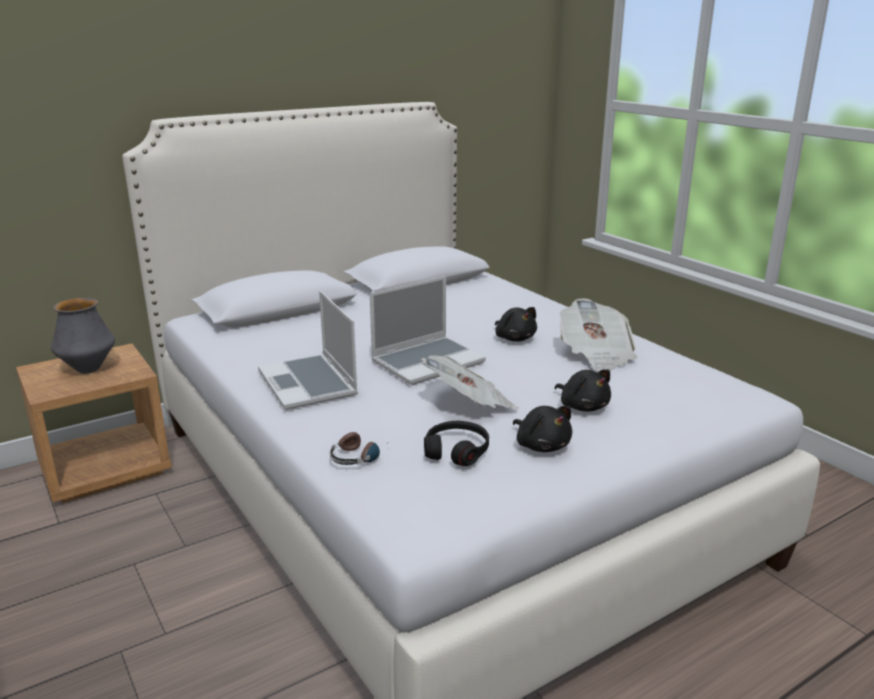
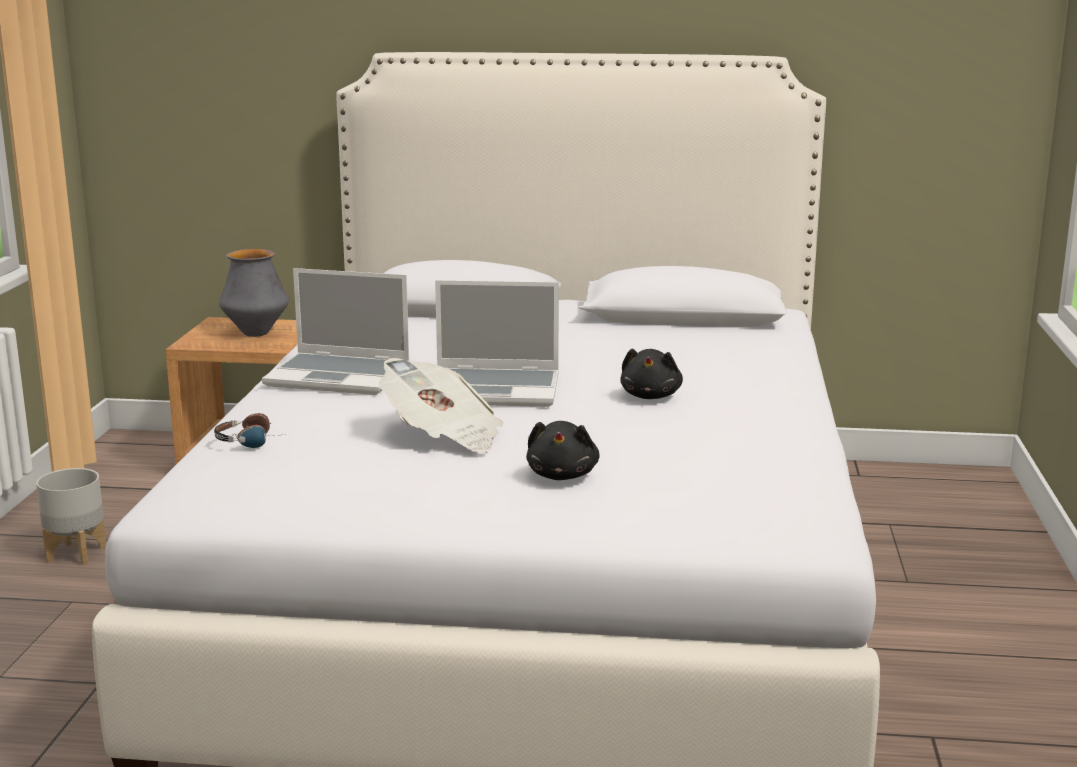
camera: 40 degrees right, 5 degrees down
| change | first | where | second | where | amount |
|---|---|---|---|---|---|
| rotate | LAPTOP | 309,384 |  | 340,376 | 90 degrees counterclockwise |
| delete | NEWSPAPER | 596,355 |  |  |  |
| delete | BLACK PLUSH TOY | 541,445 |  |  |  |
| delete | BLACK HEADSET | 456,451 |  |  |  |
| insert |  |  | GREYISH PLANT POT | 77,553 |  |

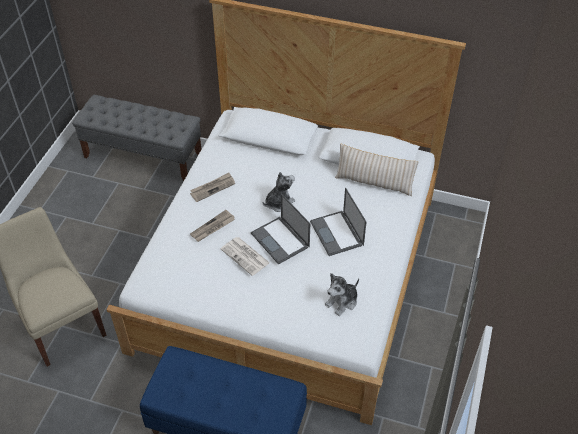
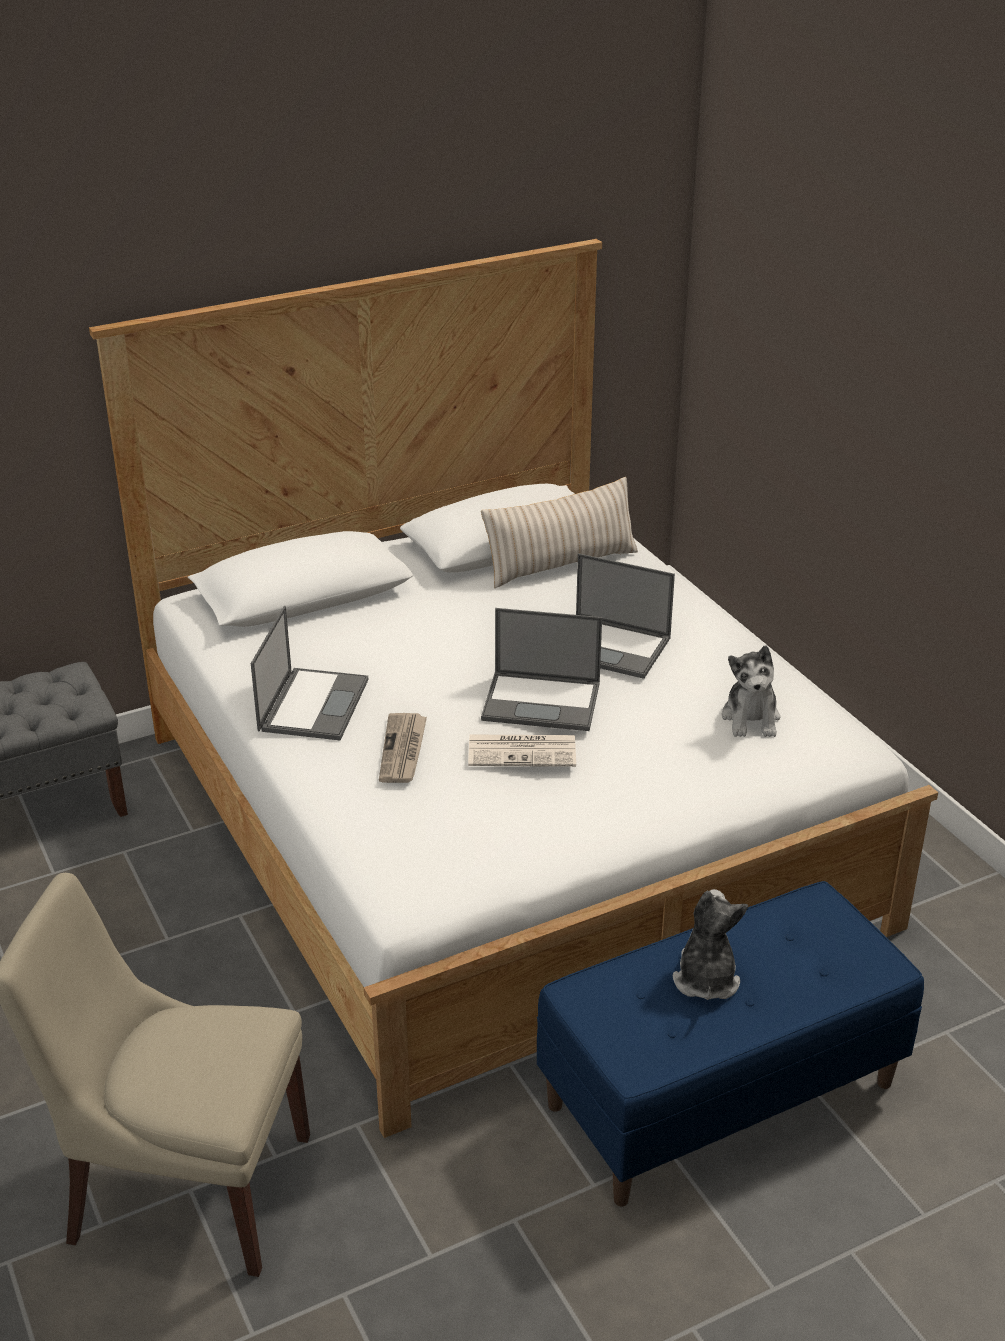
camera: 45 degrees left, 15 degrees down
| change | first | where | second | where | amount |
|---|---|---|---|---|---|
| move | PLUSH TOY | 279,203 |  | 705,979 |  |
| replace | NEWSPAPER | 212,188 | LAPTOP | 313,704 |  |

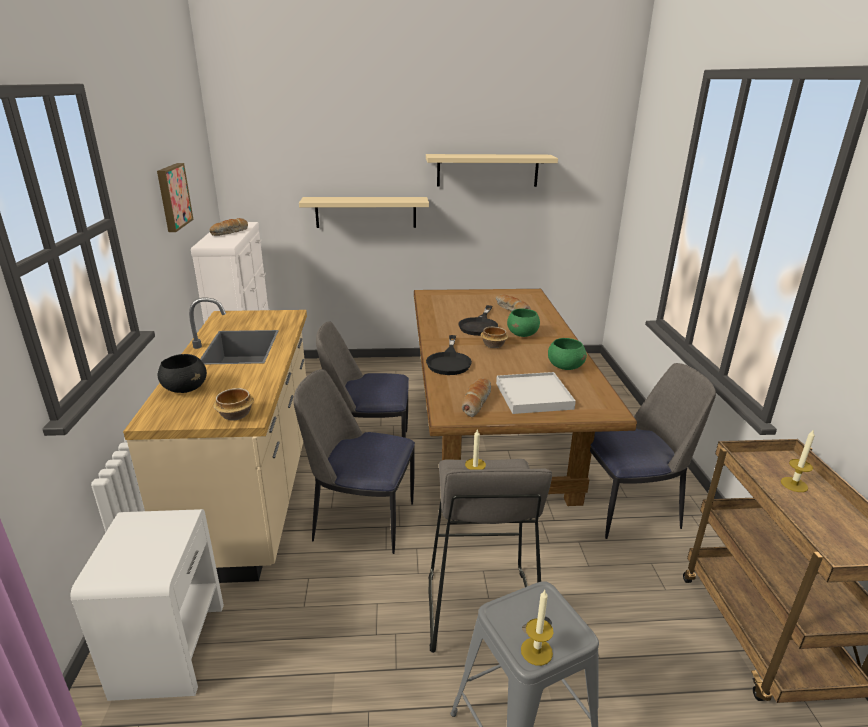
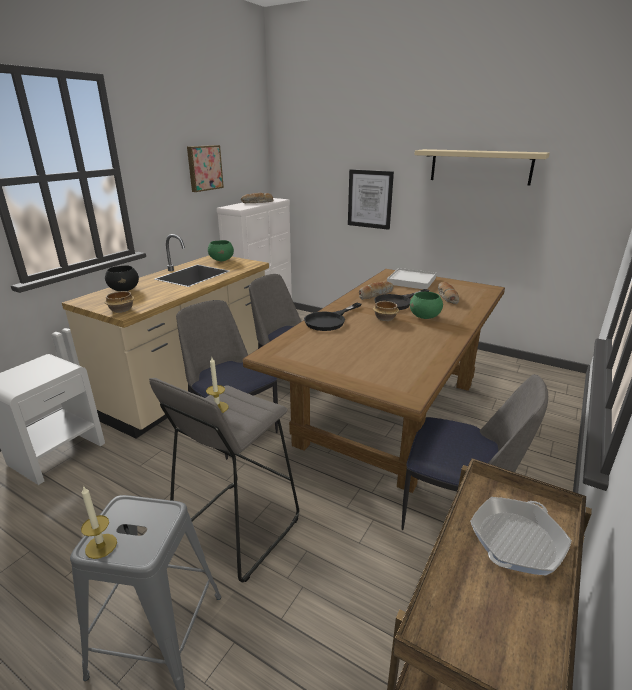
camera: 35 degrees right, 0 degrees up
| change | first | where | second | where | amount |
|---|---|---|---|---|---|
| replace | BEIGE-COLOURED WALL SHELF | 366,212 | WALL PICTURE | 370,199 |  |
| move | GREEN BOWL | 565,367 |  | 222,260 |  |
| move | WHITE-COLOURED TRAY | 534,396 |  | 411,281 |  |
| move | BREAD | 476,402 |  | 375,295 |  |
| replace | CANDLE | 794,484 | SKILLET | 516,541 |  |

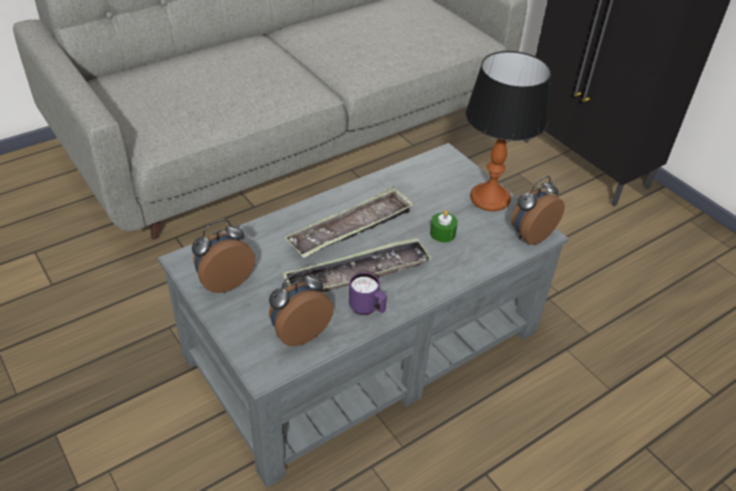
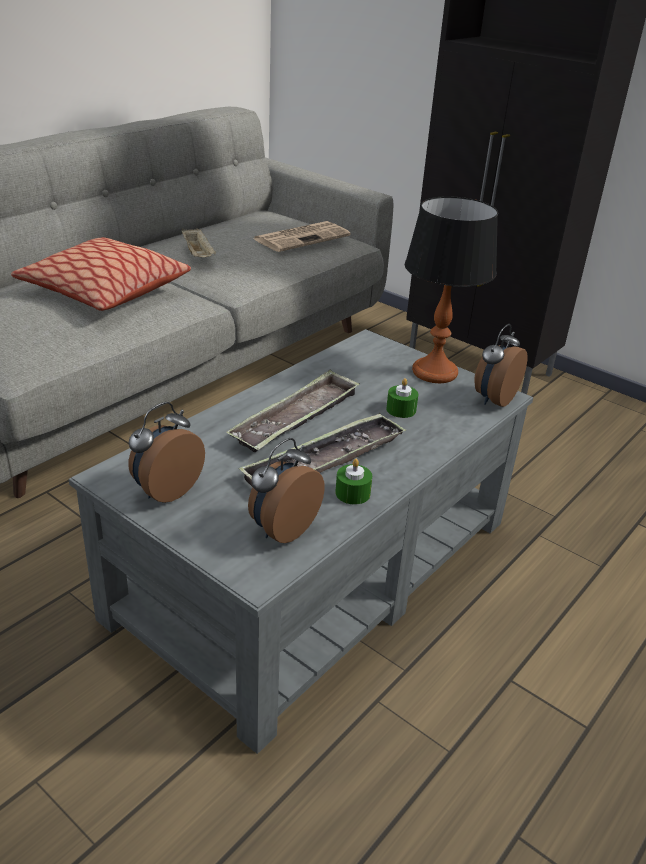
camera: 15 degrees left, 10 degrees down
| change | first | where | second | where | amount |
|---|---|---|---|---|---|
| replace | PURPLISH COFFEE MUG | 367,309 | GREEN CANDLE | 352,493 |  |
| insert |  |  | NEWSPAPER | 302,237 |  |
| insert |  |  | BEIGE-COLOURED TRAY | 198,255 |  |
| insert |  |  | PILLOW | 104,291 |  |

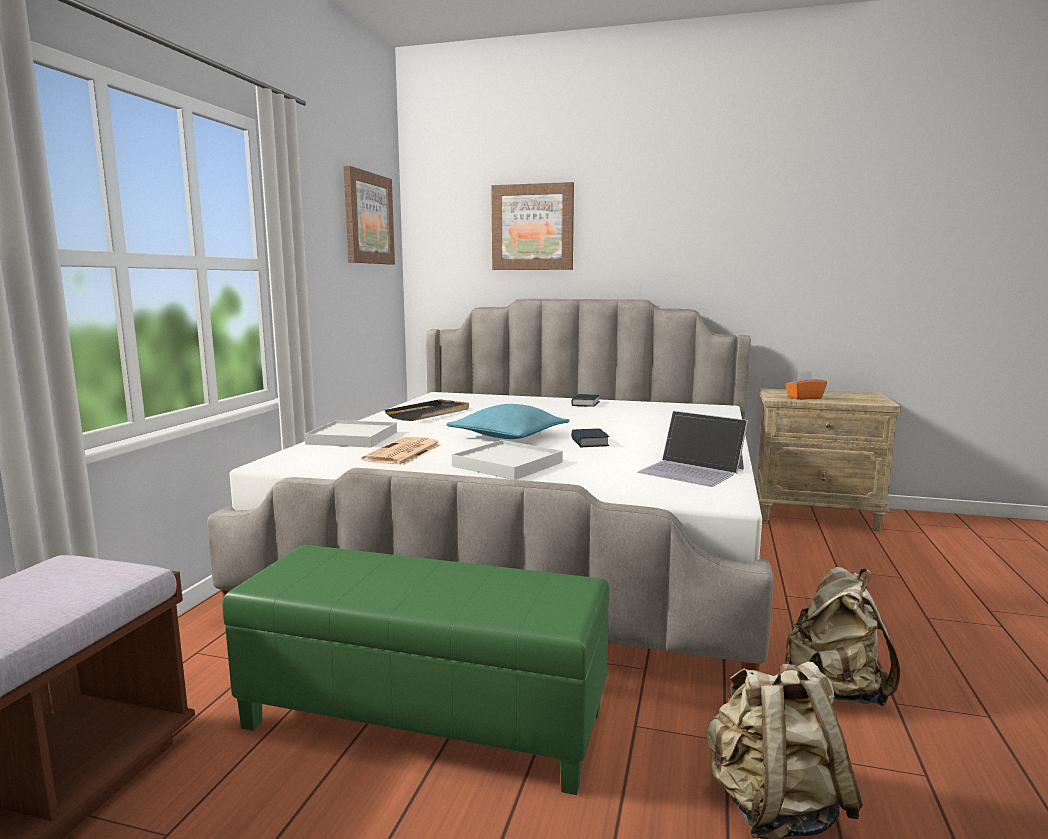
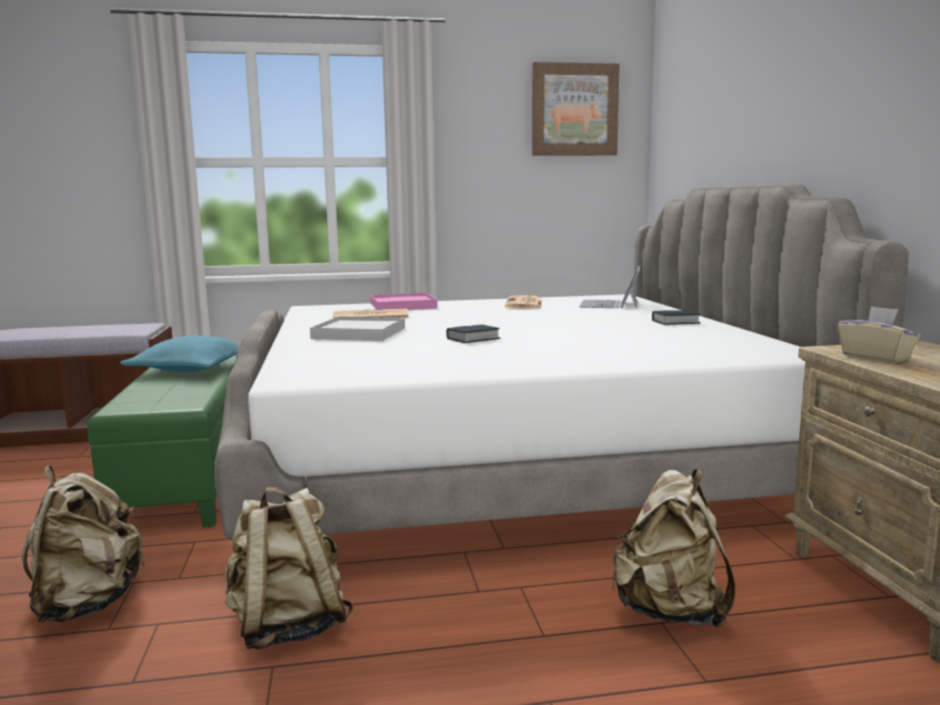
camera: 65 degrees right, 0 degrees up
| change | first | where | second | where | amount |
|---|---|---|---|---|---|
| delete | WALL PICTURE | 532,227 |  |  |  |
| recolor | ORANGE TISSUE HOLDER | 804,398 | BEIGE-COLOURED TISSUE HOLDER | 876,357 |  |
| replace | BLACK TRAY | 429,413 | NEWSPAPER | 524,304 |  |
| move | TURQUOISE PILLOW | 508,436 |  | 191,369 |  |
| move | LAPTOP | 692,470 |  | 610,304 |  |
| recolor | WHITE-COLOURED TRAY | 353,438 | PINK TRAY | 403,306 |  |
| insert |  |  | BEIGE-COLOURED KNAPSACK | 670,611 |  |

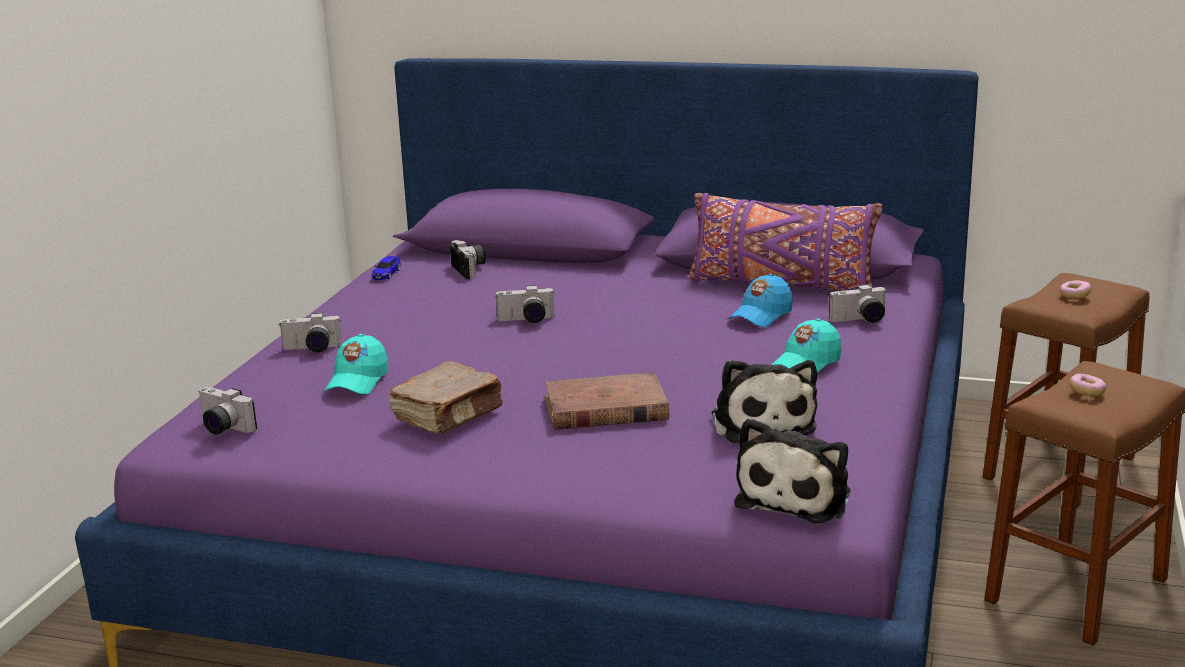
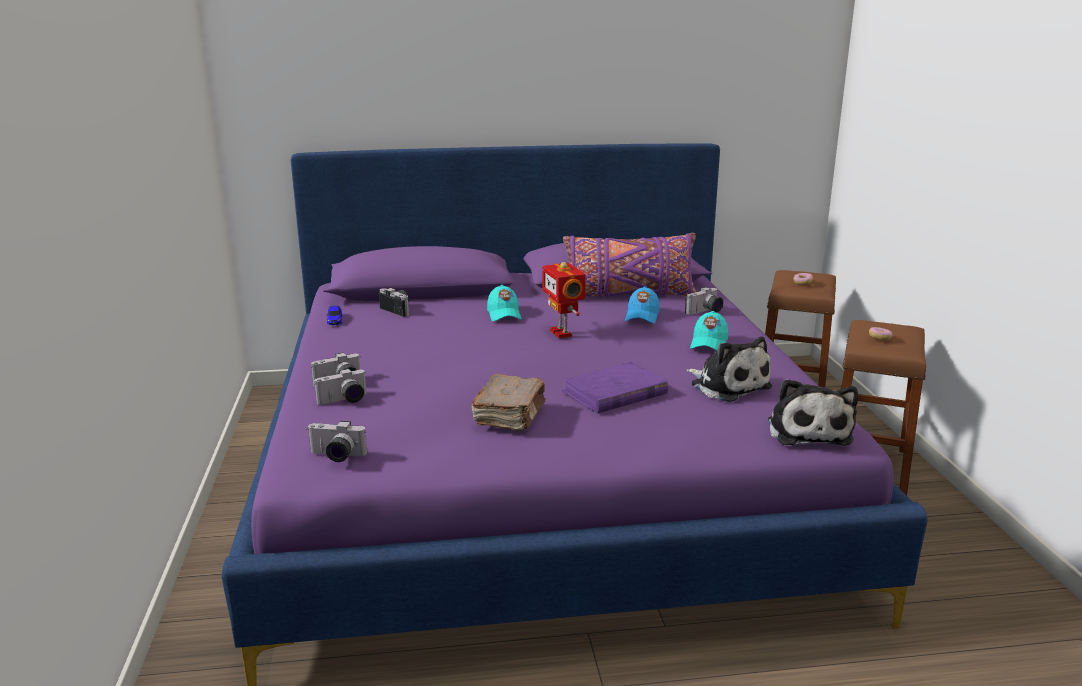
camera: 25 degrees left, 0 degrees up
| change | first | where | second | where | amount |
|---|---|---|---|---|---|
| move | PHOTO CAMERA | 526,320 |  | 344,401 |  |
| move | TURQUOISE CAP | 357,381 |  | 504,314 |  |
| recolor | BROWN BOUND BOOK | 605,409 | PURPLISH BOUND BOOK | 614,393 |  |
| insert |  |  | ROBOT FIGURE | 562,333 |  |

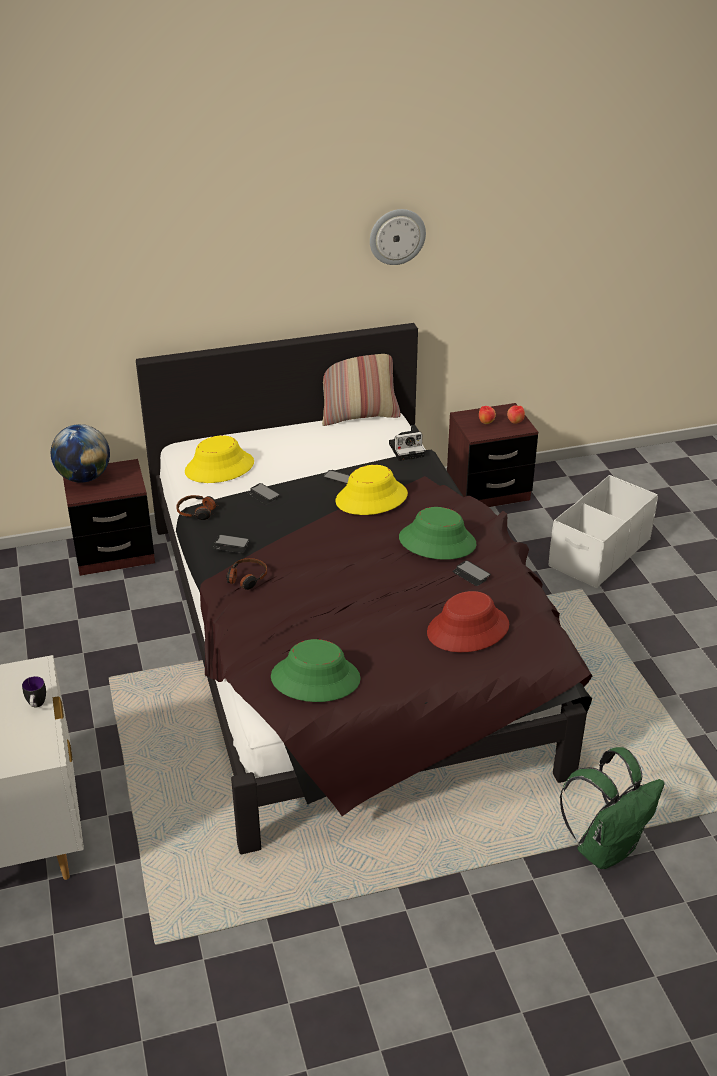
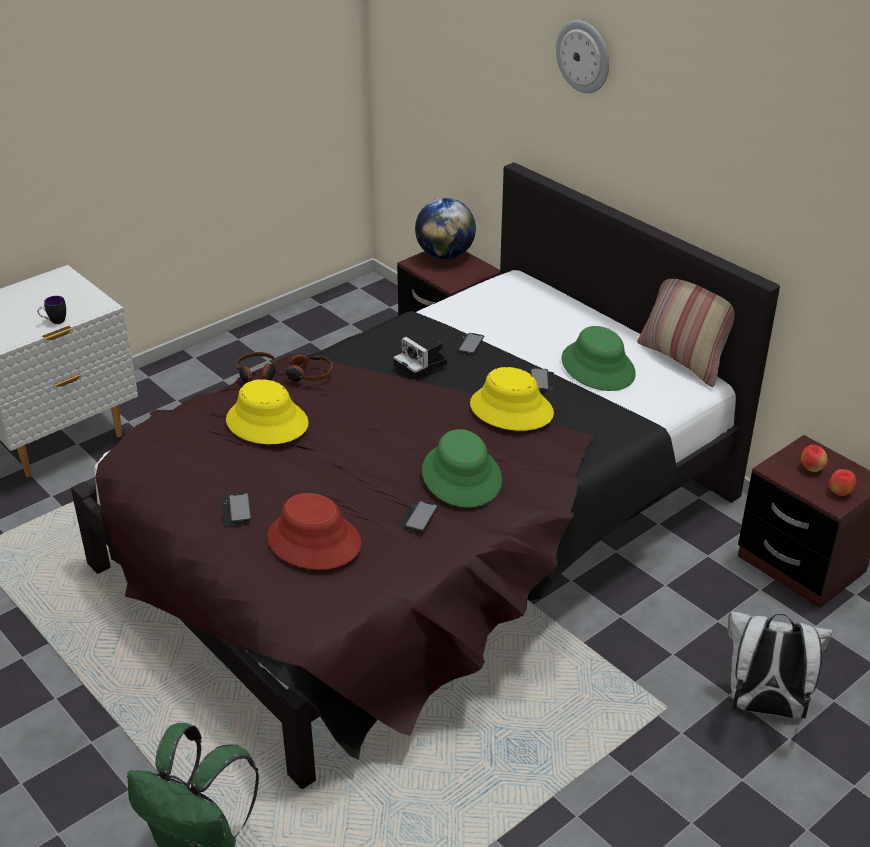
camera: 65 degrees right, 0 degrees up
| change | first | where | second | where | amount |
|---|---|---|---|---|---|
| move | CLOCK ON THE WALL | 397,236 |  | 584,56 |  |
| move | PHOTO CAMERA | 407,449 |  | 422,364 |  |
| move | YELLOWISH WEARABLE HAT | 219,468 |  | 266,422 |  |
| replace | WHITE-COLOURED STORAGE CONTAINER | 599,553 | WHITE-COLOURED KNAPSACK | 764,707 |  |
| move | HEADSET | 198,512 |  | 257,373 |  |
| move | TELEPHONE | 231,545 |  | 236,510 |  |
| move | GREEN WEARABLE HAT | 315,678 |  | 598,367 |  |

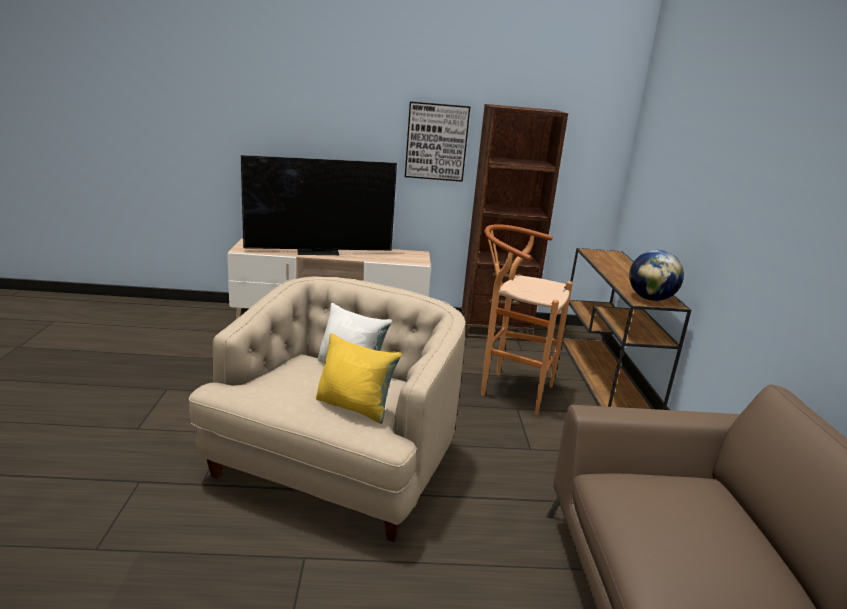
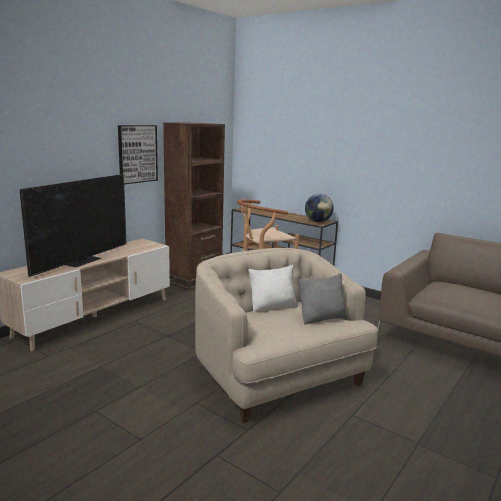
camera: 50 degrees left, 5 degrees down
| change | first | where | second | where | amount |
|---|---|---|---|---|---|
| recolor | YELLOWISH PILLOW | 355,407 | GREYISH PILLOW | 322,318 |  |

